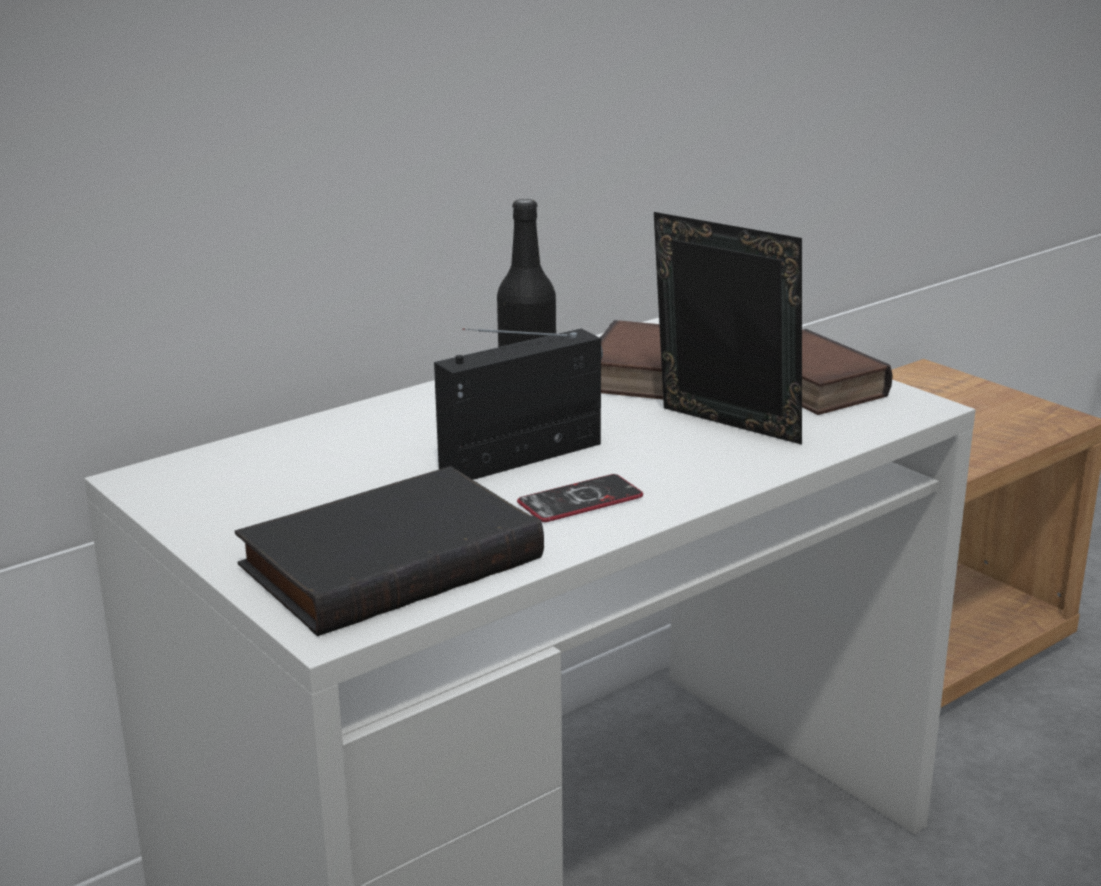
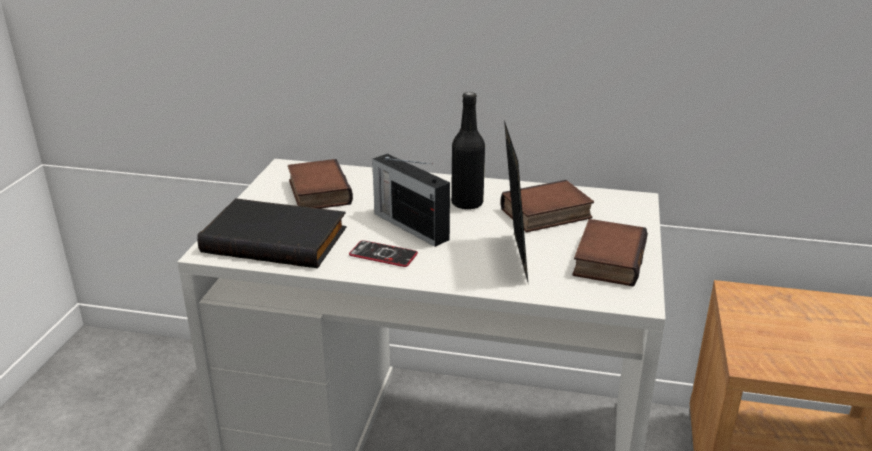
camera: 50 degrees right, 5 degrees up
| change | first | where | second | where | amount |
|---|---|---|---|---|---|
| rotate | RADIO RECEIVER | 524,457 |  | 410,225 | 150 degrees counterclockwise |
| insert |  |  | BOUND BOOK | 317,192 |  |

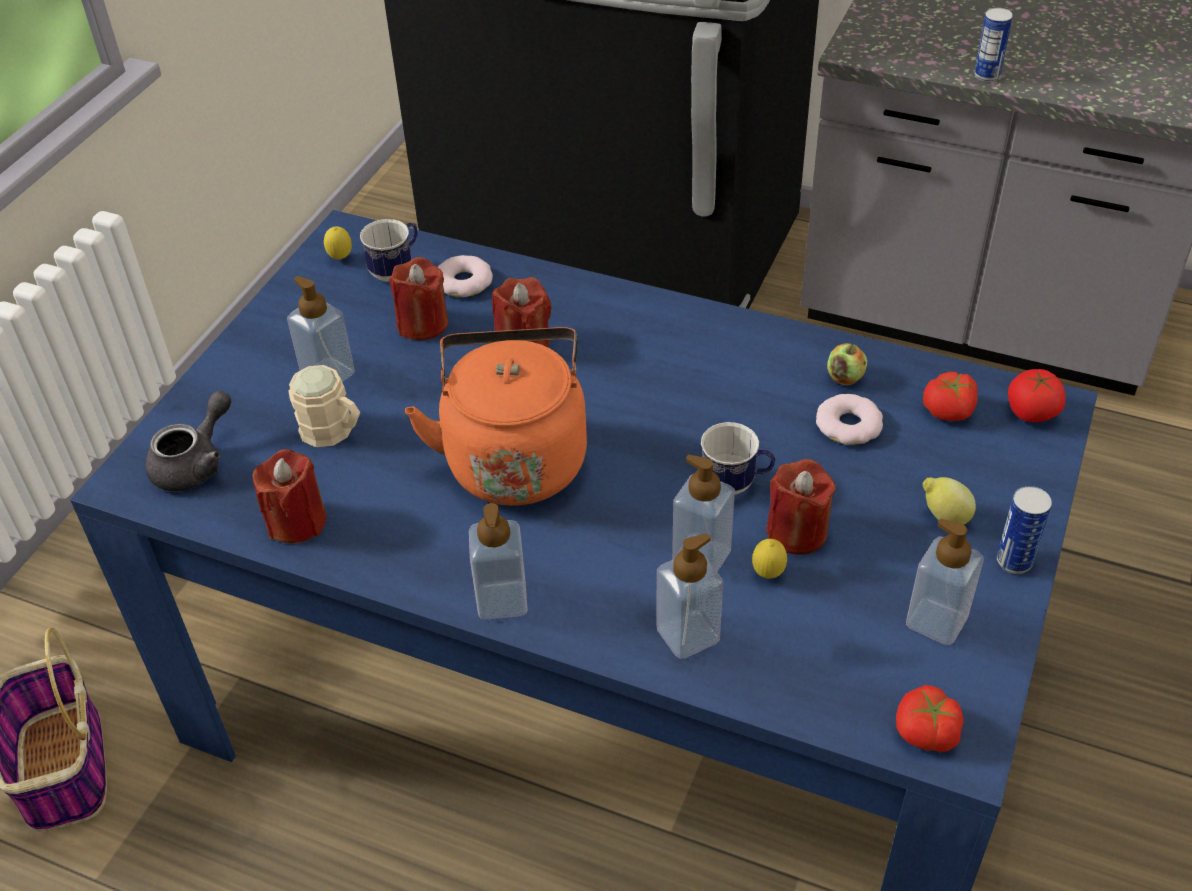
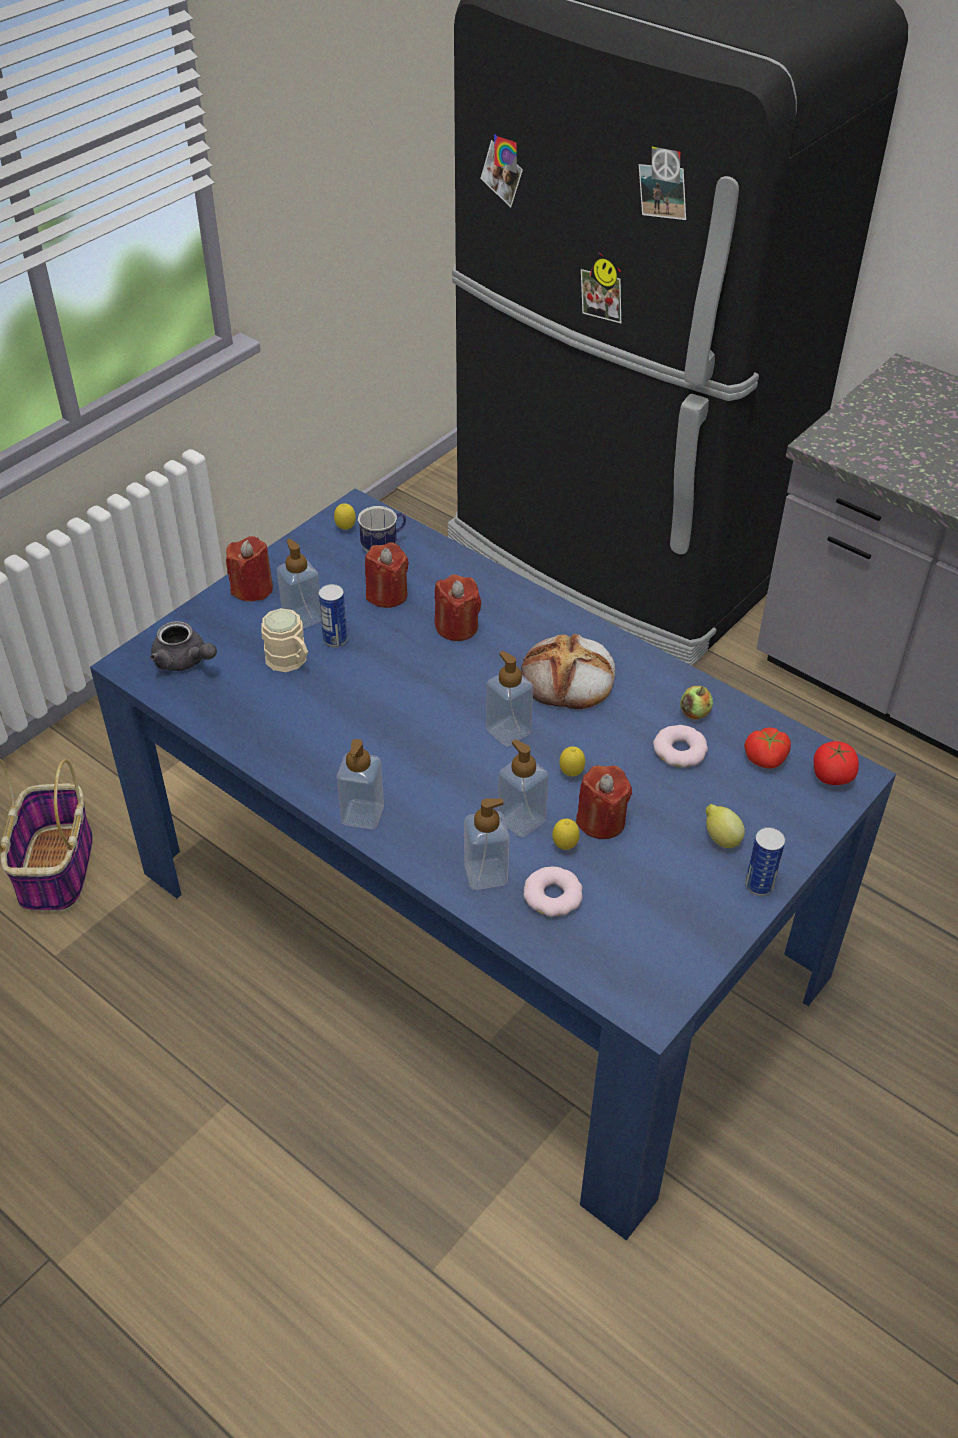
camera: 15 degrees right, 0 degrees up
| change | first | where | second | where | amount |
|---|---|---|---|---|---|
| move | METAL CAN | 986,76 |  | 335,640 |  |
| move | DONUT | 464,282 |  | 553,896 |  |
| delete | ORANGE KETTLE | 515,458 |  |  |  |
| rotate | GREYISH TEA POT | 196,463 |  | 184,661 | 75 degrees clockwise |
| replace | COFFEE MUG | 736,484 | CITRUS FRUIT | 571,774 |  |
| move | RED CANDLE | 297,521 |  | 252,589 |  |
| move | SOAP DISPENSER | 936,621 |  | 508,731 |  |
| delete | WHOLE TOMATO | 926,732 |  |  |  |
| insert |  |  | BREAD | 569,679 |  |

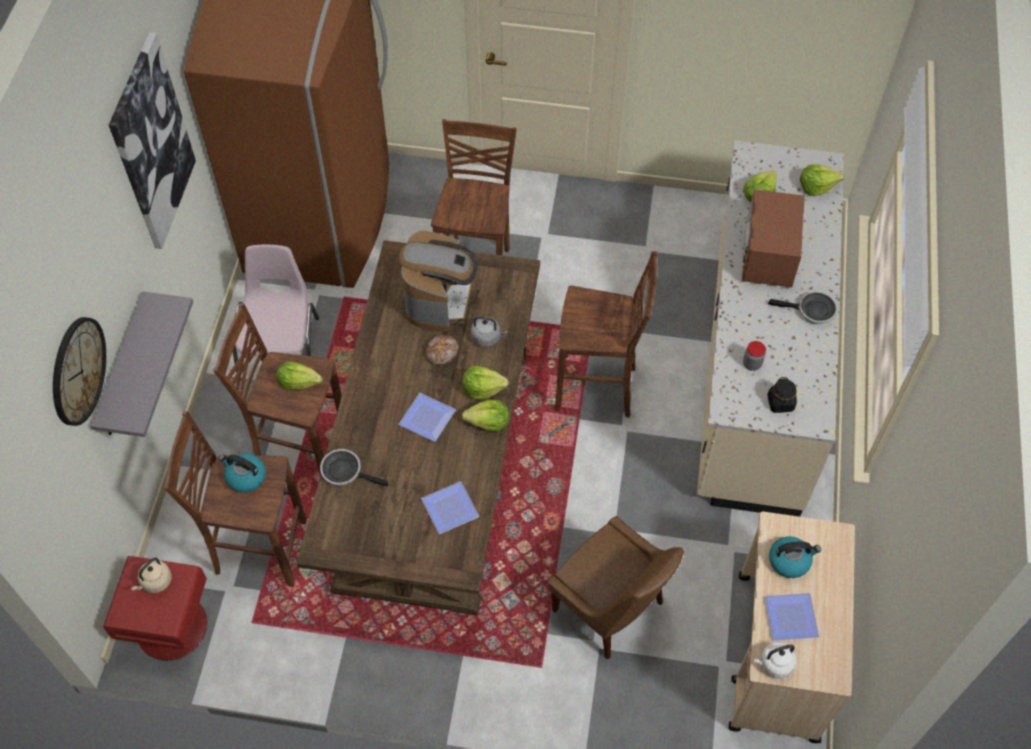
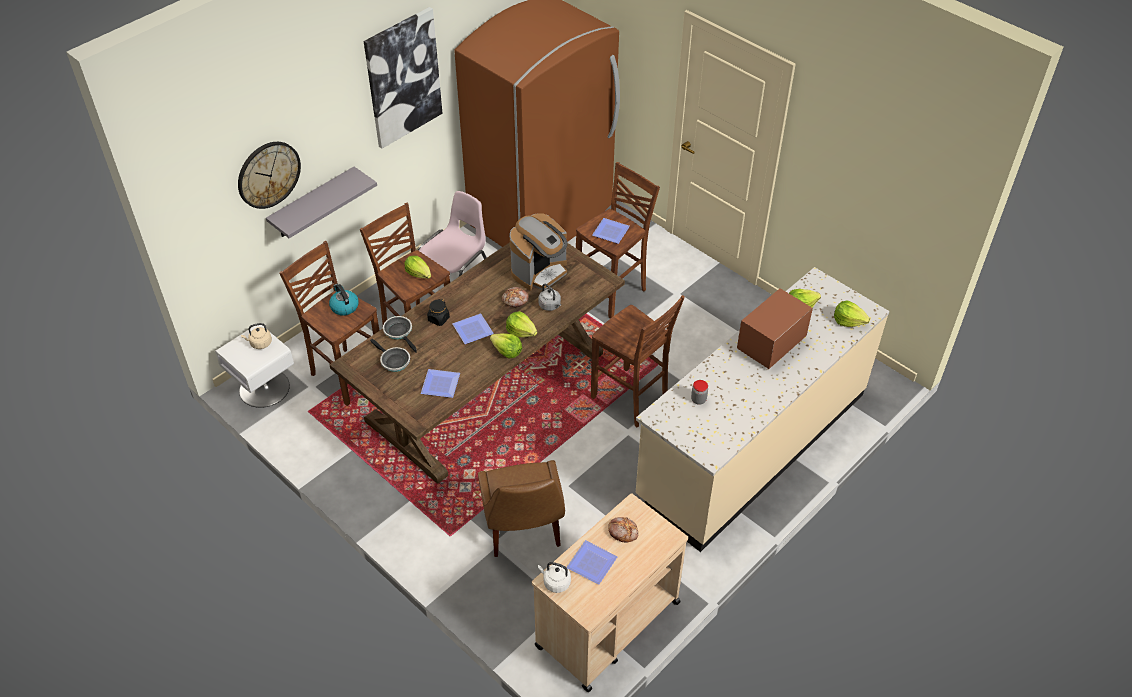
camera: 35 degrees right, 10 degrees down
| change | first | where | second | where | amount |
|---|---|---|---|---|---|
| move | SKILLET | 812,311 |  | 393,361 |  |
| move | BLACK STORAGE JAR | 780,403 |  | 438,319 |  |
| replace | KETTLE | 790,561 | BREAD | 623,531 |  |
| recolor | RED NIGHTSTAND | 171,627 | WHITE-COLOURED NIGHTSTAND | 263,388 |  |
| insert |  |  | FLAT DISH | 610,231 |  |

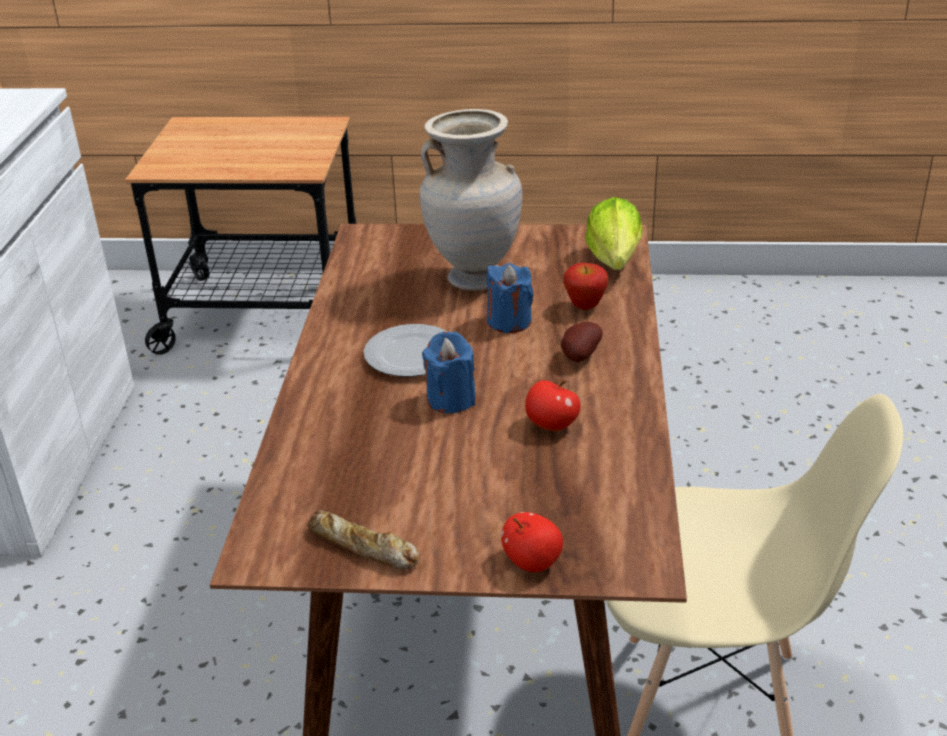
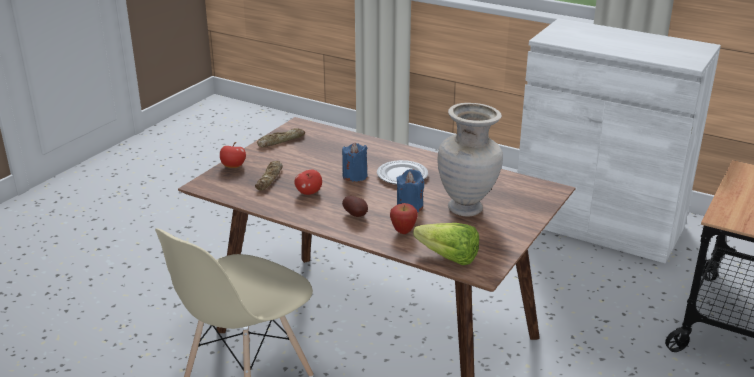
camera: 115 degrees right, 5 degrees down
| change | first | where | second | where | amount |
|---|---|---|---|---|---|
| insert |  |  | BREAD | 270,179 |  |

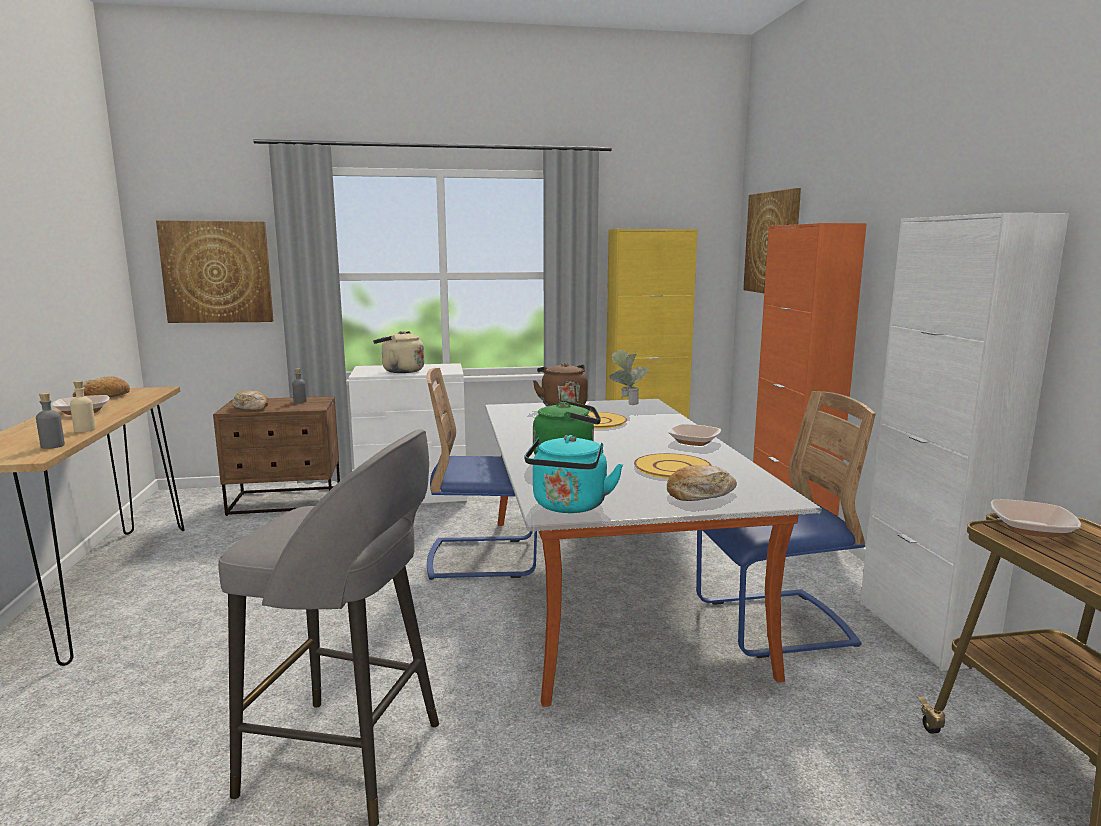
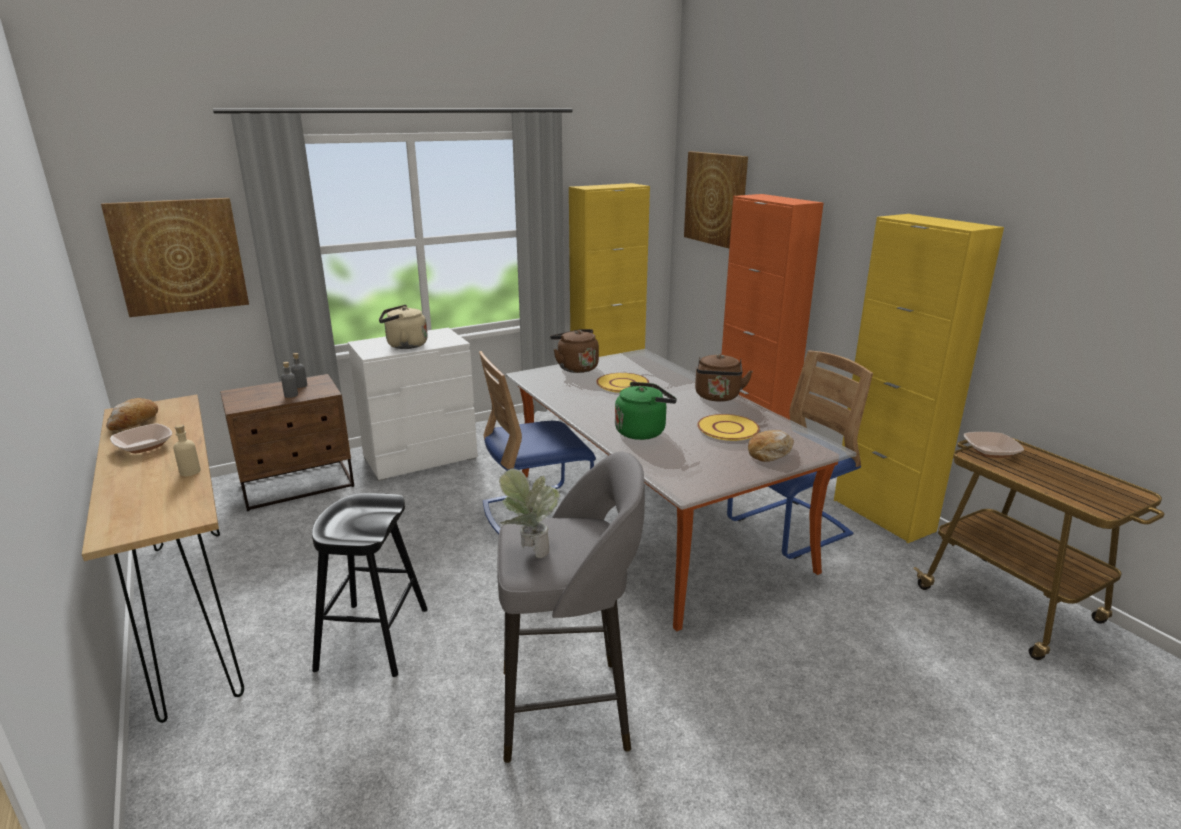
camera: 20 degrees left, 10 degrees up
| change | first | where | second | where | amount |
|---|---|---|---|---|---|
| recolor | WHITE-COLOURED CUPBOARD | 923,632 | YELLOWISH CUPBOARD | 883,515 |  |
| move | POTTED PLANT | 626,403 |  | 529,549 |  |
| delete | BREAD | 252,408 |  |  |  |
| move | GREYISH BOTTLE | 52,446 |  | 291,395 |  |
| replace | BOWL | 694,441 | BROWN KETTLE | 717,397 |  |
| delete | TURQUOISE KETTLE | 569,507 |  |  |  |
| insert |  |  | BLACK STOOL | 373,639 |  |

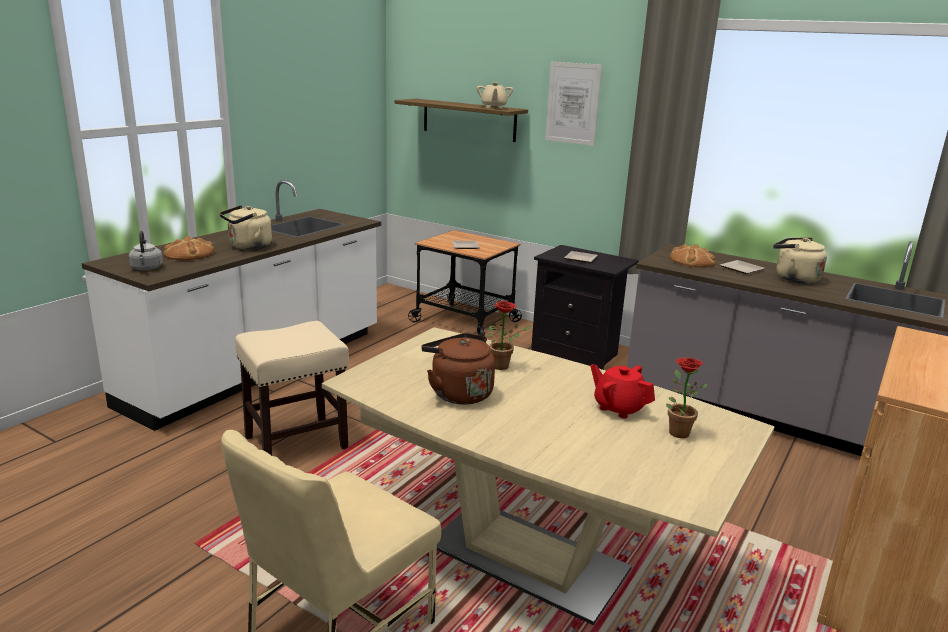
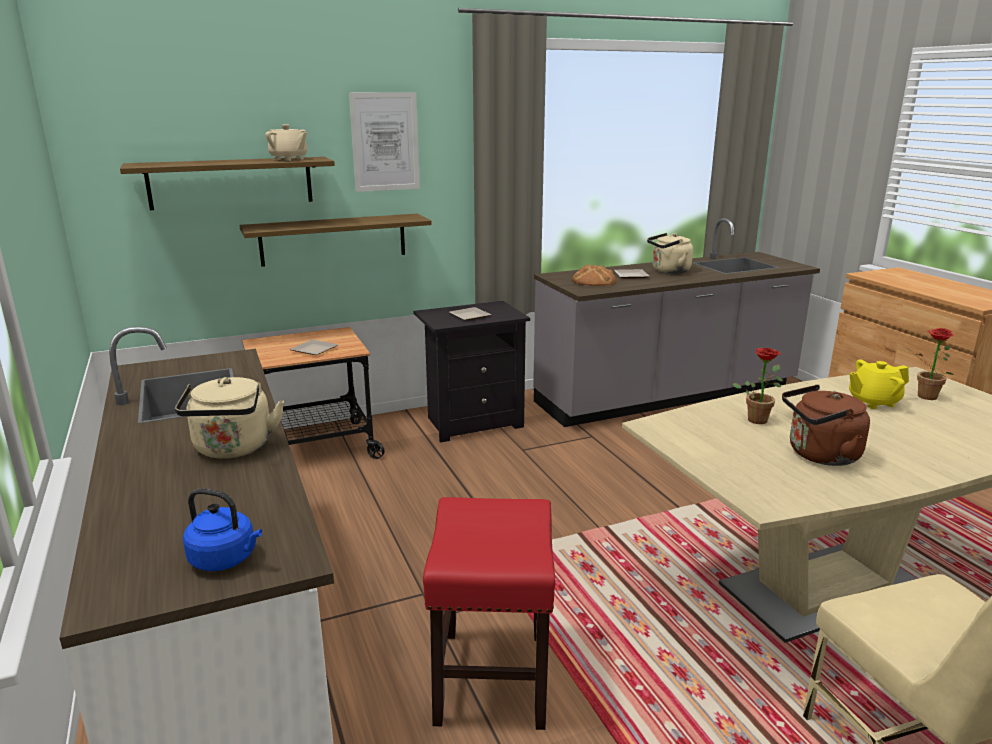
camera: 55 degrees left, 0 degrees up
| change | first | where | second | where | amount |
|---|---|---|---|---|---|
| recolor | GREYISH KETTLE | 147,269 | BLUE KETTLE | 226,559 |  |
| delete | BREAD | 189,254 |  |  |  |
| recolor | BEIGE-COLOURED STOOL | 297,442 | RED STOOL | 491,676 |  |
| recolor | RED TEA POT | 618,408 | YELLOWISH TEA POT | 873,402 |  |
| insert |  |  | WALL SHELF | 333,239 |  |

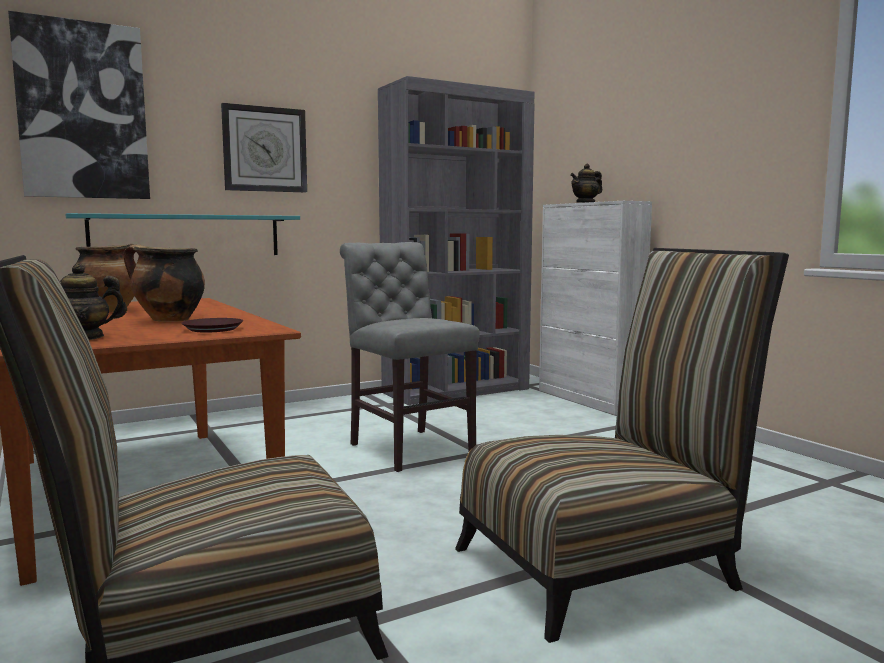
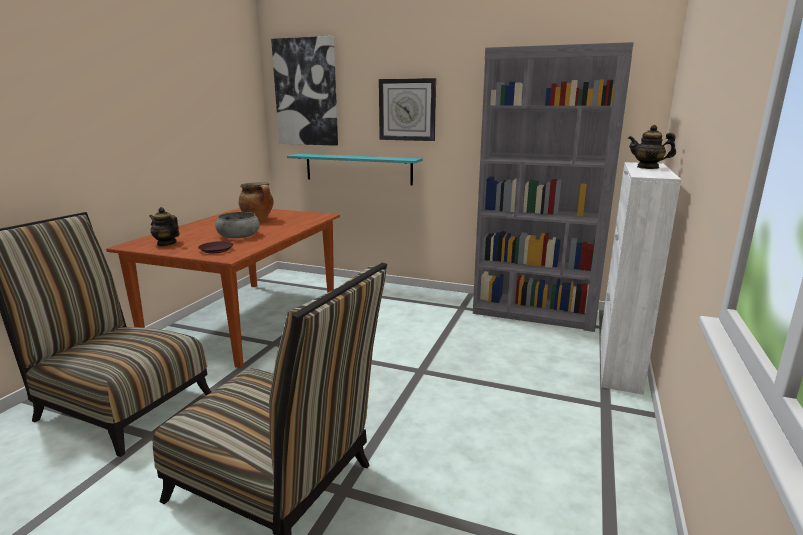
camera: 50 degrees right, 10 degrees up
| change | first | where | second | where | amount |
|---|---|---|---|---|---|
| delete | GREYISH PLAIN CHAIR | 408,448 |  |  |  |
| replace | SAUCEPOT | 168,320 | GREYISH BOWL | 238,235 |  |

